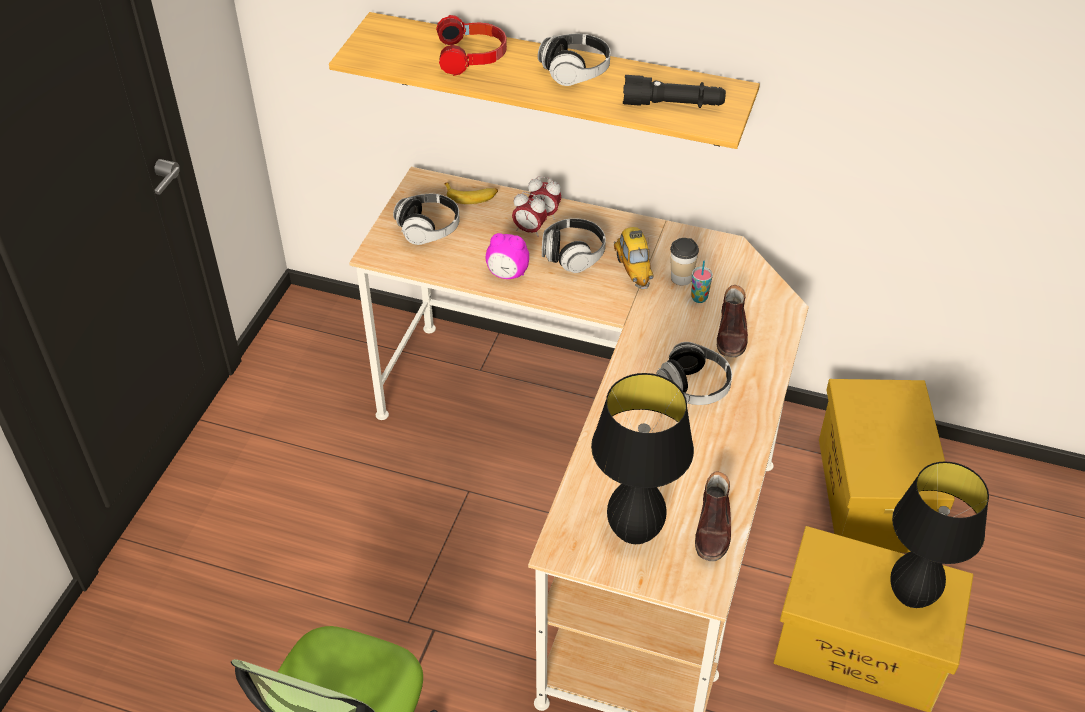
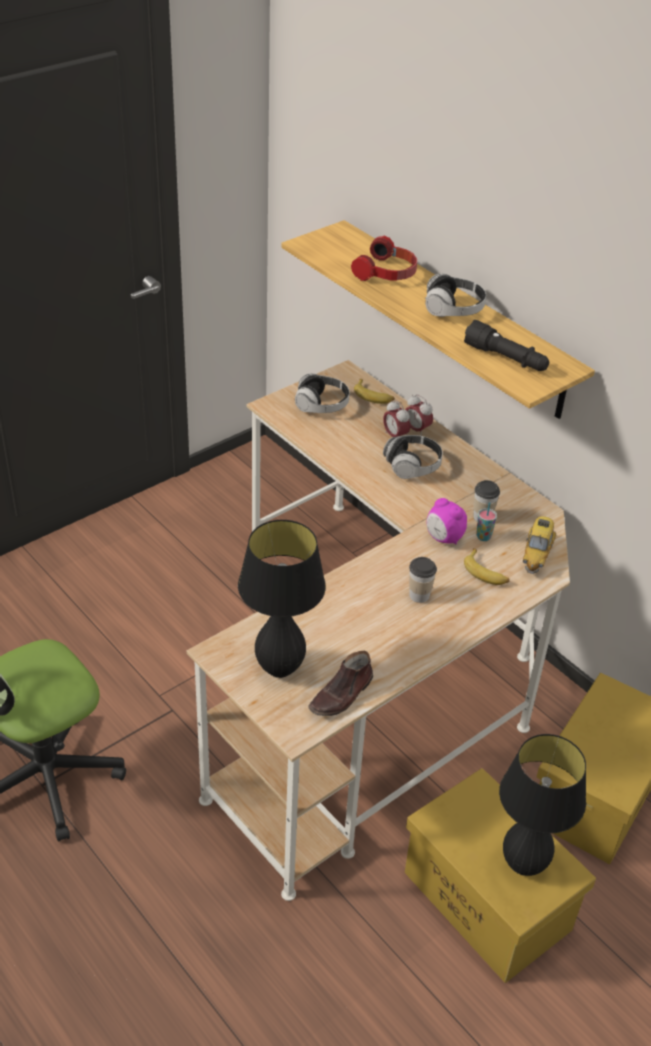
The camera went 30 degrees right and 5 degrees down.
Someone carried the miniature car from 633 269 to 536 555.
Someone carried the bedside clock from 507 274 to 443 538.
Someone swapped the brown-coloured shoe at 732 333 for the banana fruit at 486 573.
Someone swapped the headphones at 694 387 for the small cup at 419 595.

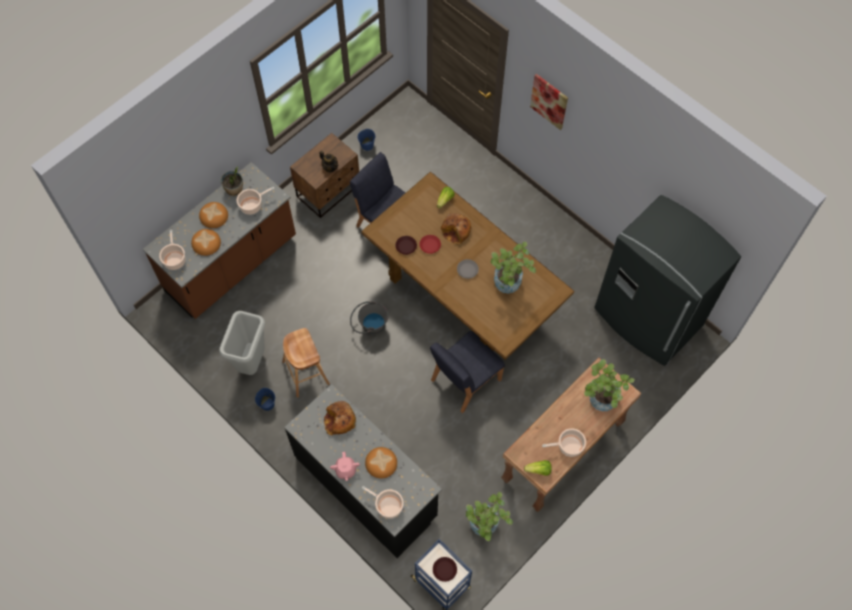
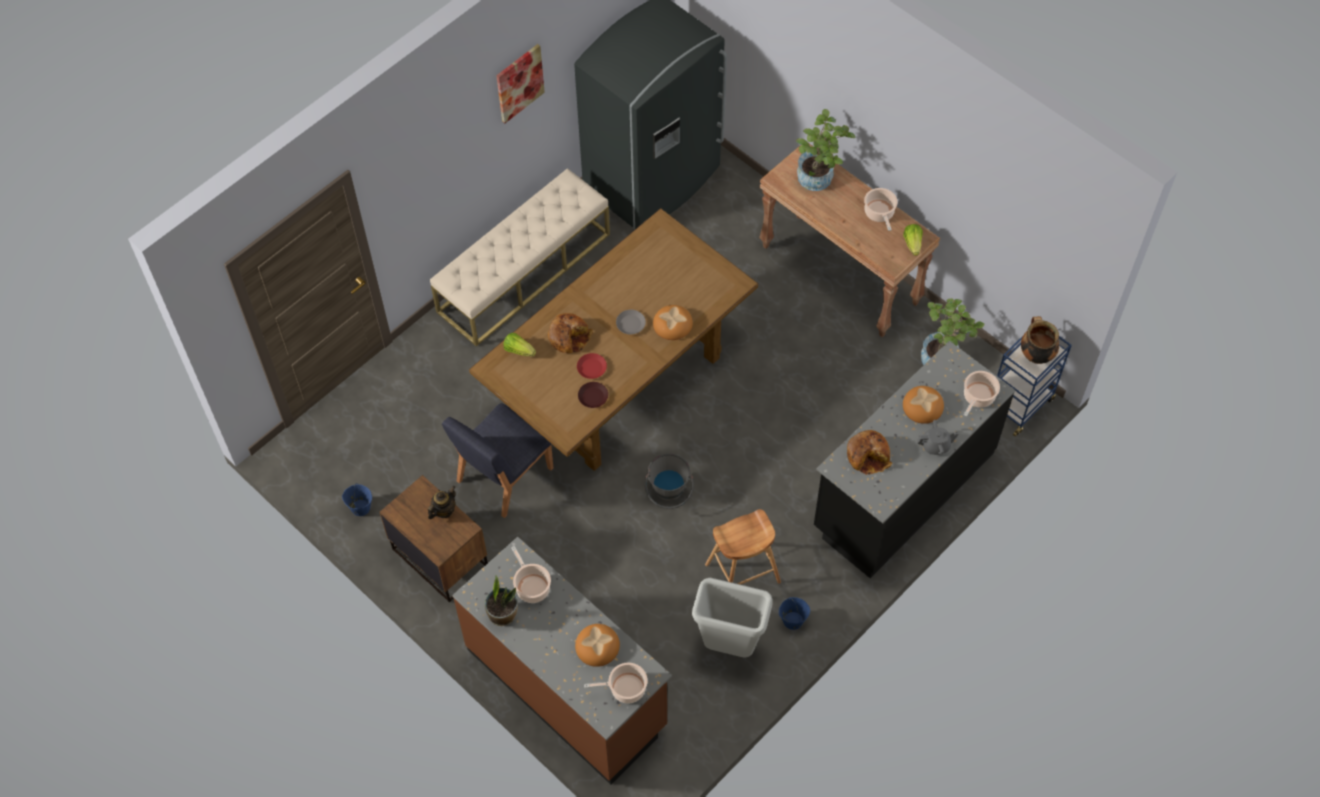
The camera went 90 degrees left and 5 degrees down.
Someone carried the picture from 549 101 to 519 83.
Someone carried the bakery bread from 214 216 to 673 324.
Someone took away the plant in a pot at 508 285.
Someone took away the blue-coloured upright chair at 465 380.
Someone repainted the pink-coloured teapot at 345 470, which became the greyish teapot at 935 446.
Someone swapped the brown-coloured plate at 444 569 for the saucepot at 1035 354.
Someone put down the beige-coloured long seat at 524 272.

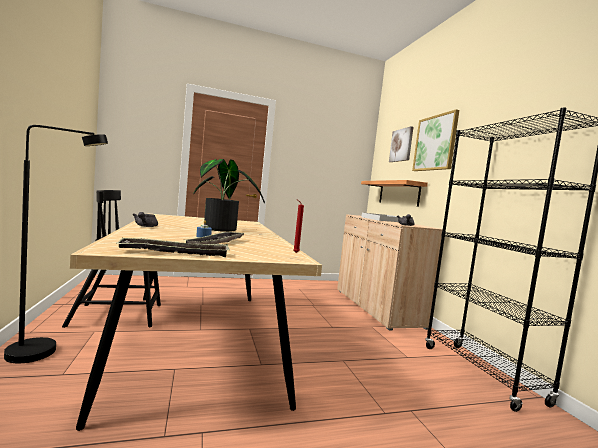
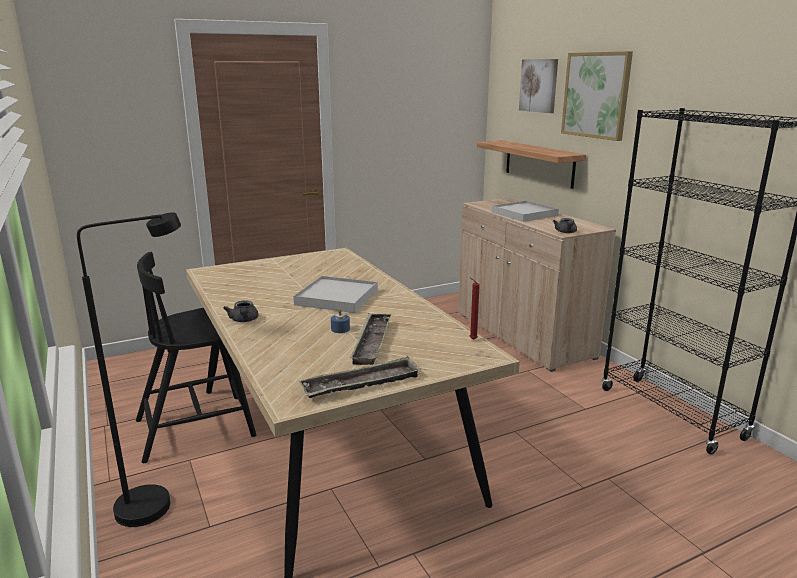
The camera went 10 degrees left and 15 degrees up.
Someone swapped the plant in a pot at 222 230 for the whitish serving tray at 337 297.

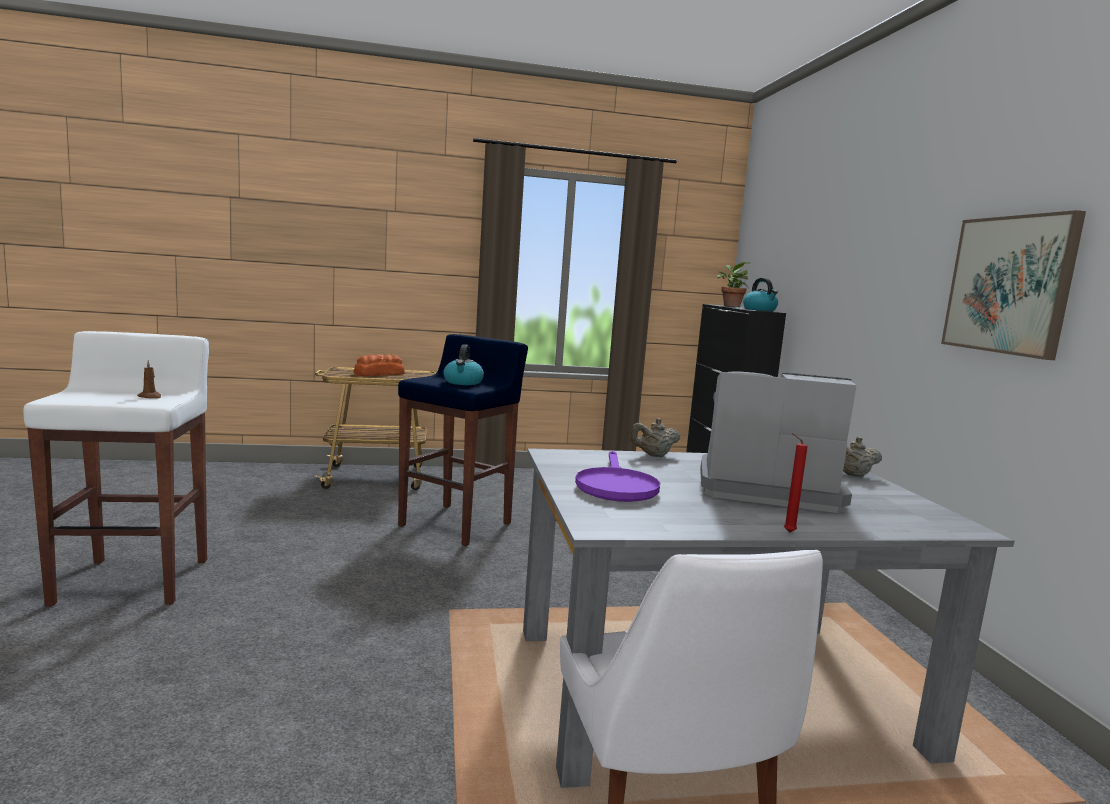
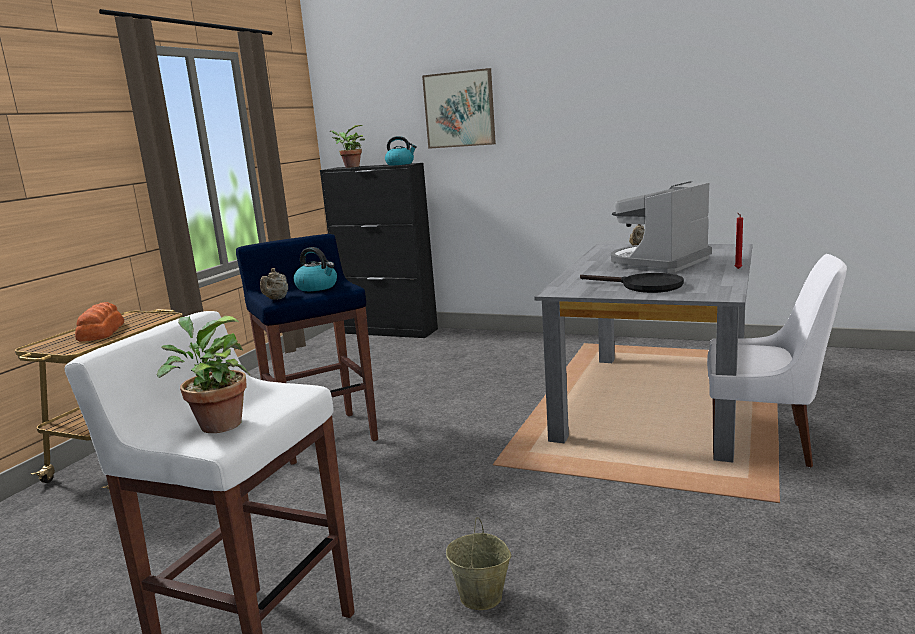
The camera went 55 degrees left and 5 degrees up.
Someone carried the picture from 1009 285 to 459 109.
Someone took away the brown-coloured candle at 150 397.
Someone carried the beige-coloured teapot from 653 455 to 276 299.
Someone repainted the purple skillet at 615 486, which became the blackish skillet at 643 286.
Someone put down the plant in a pot at 217 424.
Someone put down the beige-coloured pail at 482 596.

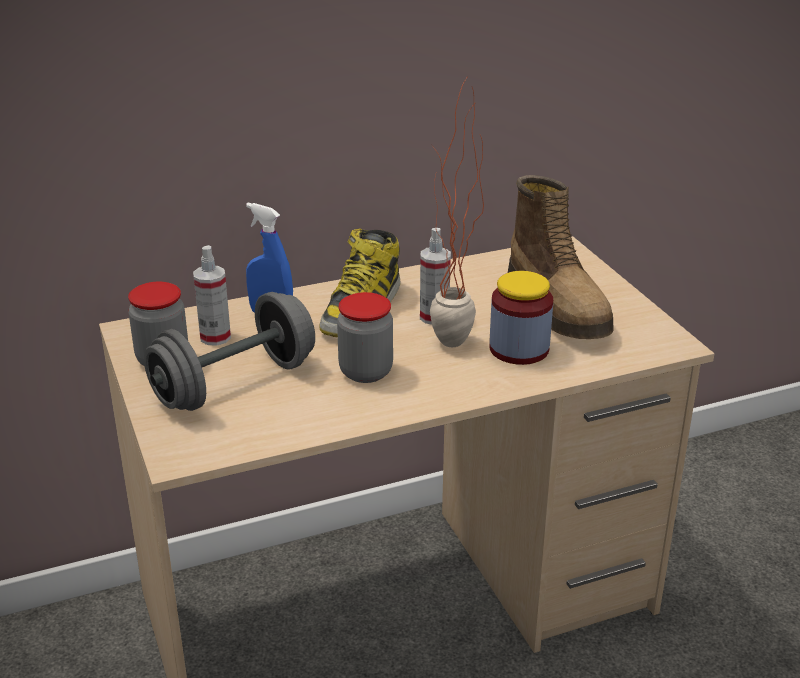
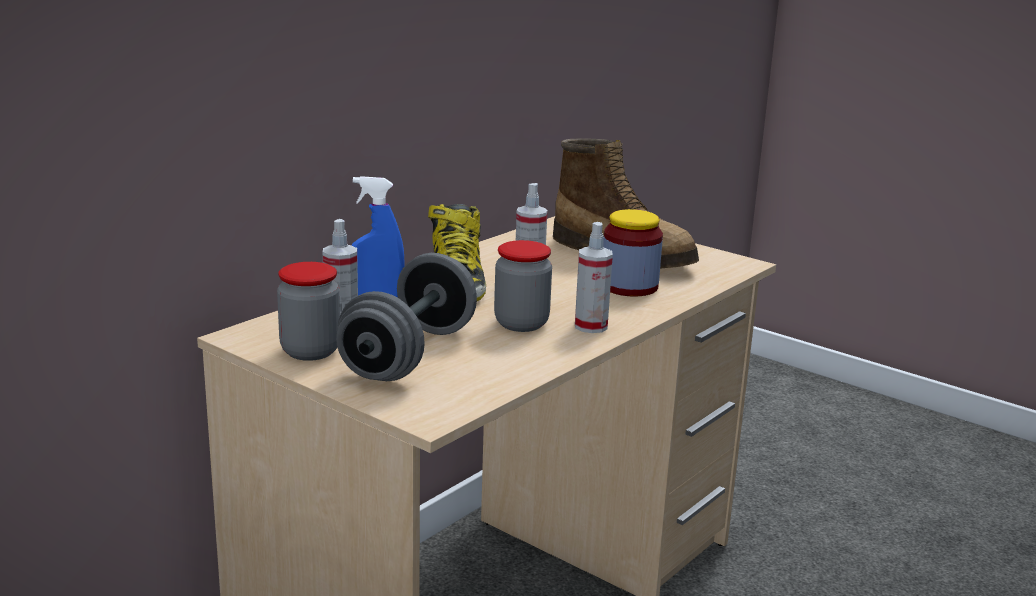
The camera went 30 degrees left and 10 degrees down.
Someone took away the plant in a pot at 451 350.
Someone put down the hand sprayer at 591 326.

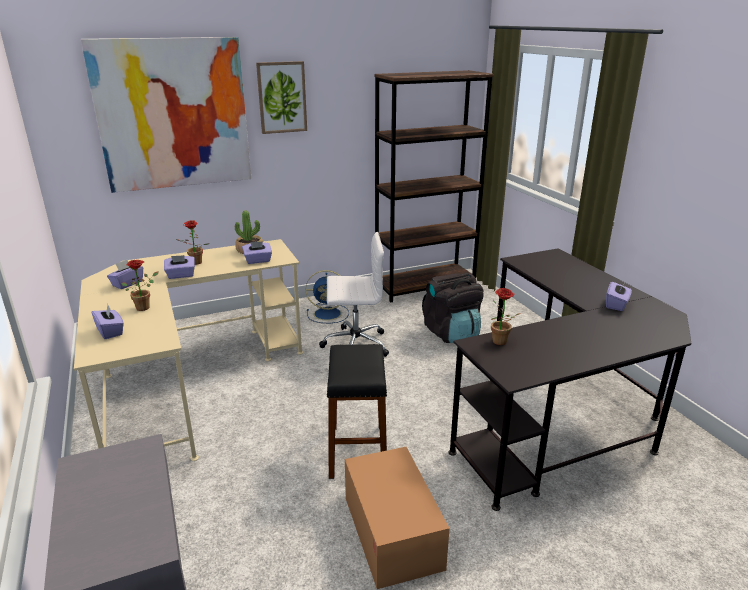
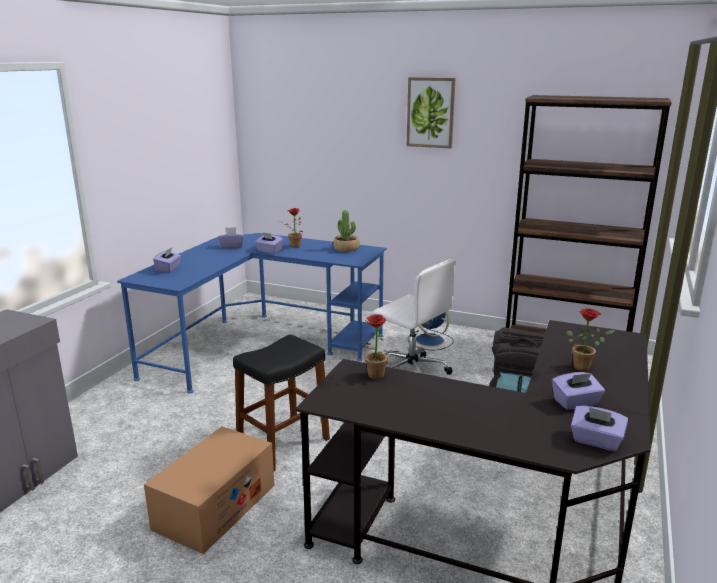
The camera went 45 degrees right and 5 degrees down.
Someone took away the picture at 173 114.
Someone repainted the beige-coloured desk unit at 188 381, which became the blue-coloured desk unit at 260 344.
Someone carried the purple tissue box from 258 261 to 596 441.
Someone carried the plant in a pot from 145 307 to 584 367.

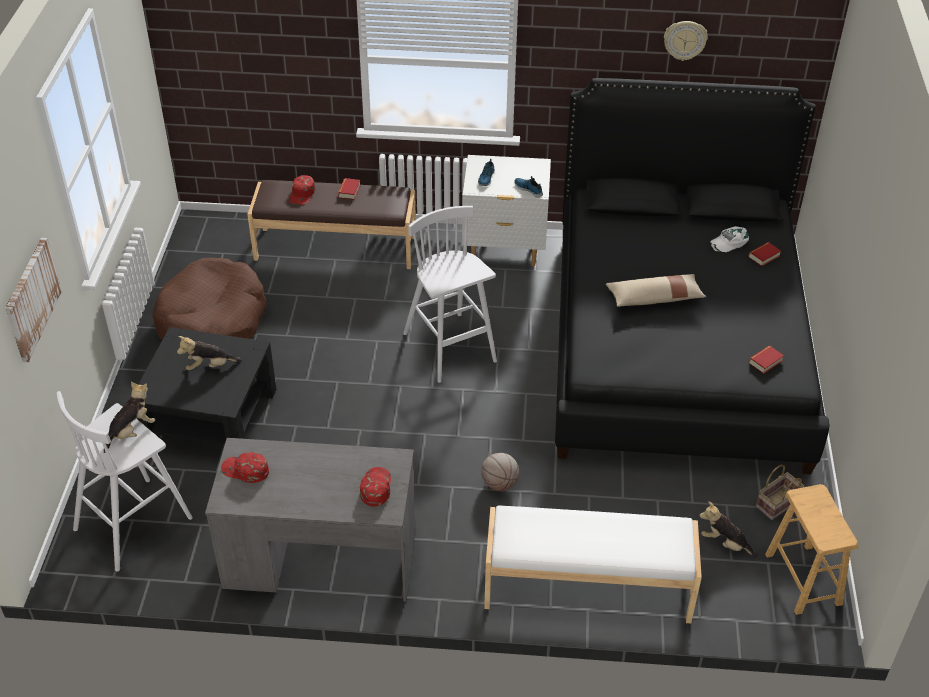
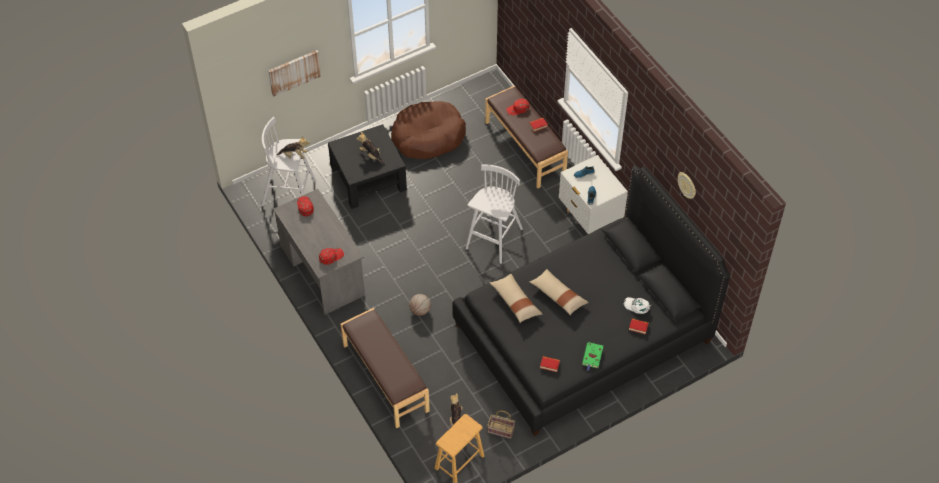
The camera went 55 degrees right and 10 degrees up.
Someone repainted the whitish long seat at 587 588, which became the brown-coloured long seat at 385 378.
Someone put down the beige-coloured throw pillow at 515 302.
Someone put down the green-coloured book at 592 357.

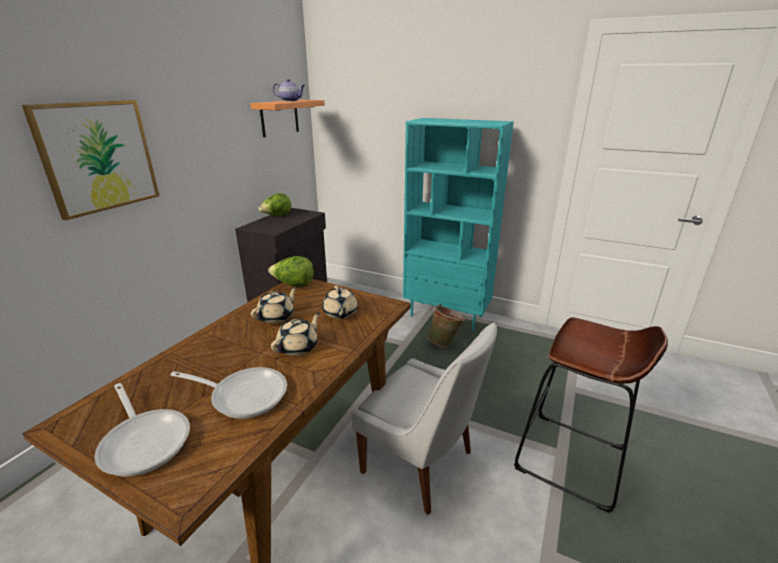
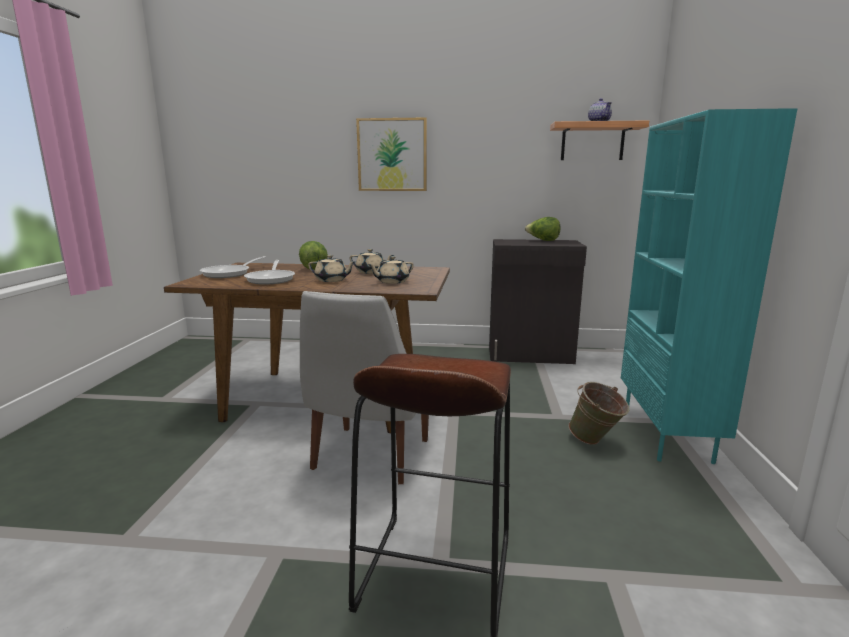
The camera went 70 degrees right and 10 degrees down.
Someone carried the lettuce head from 293 285 to 314 269.

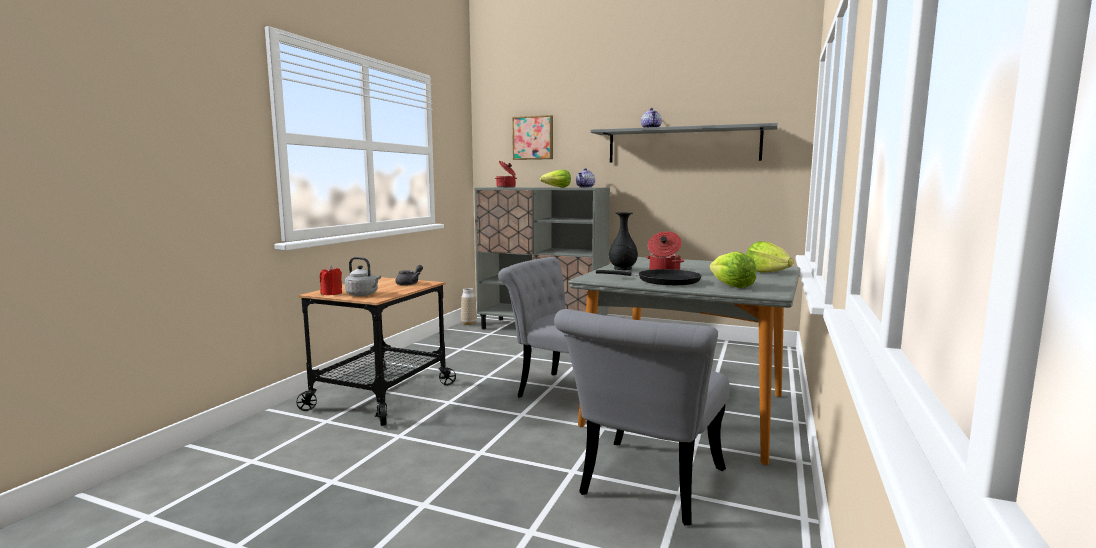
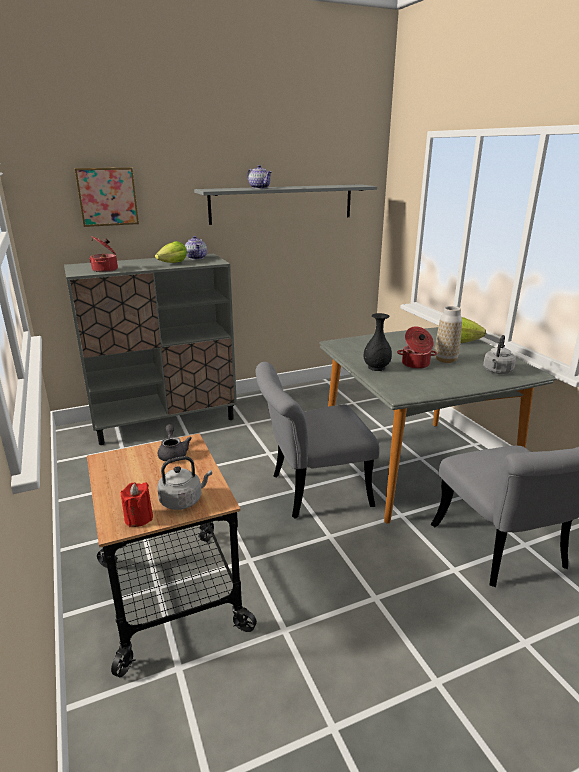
The camera went 45 degrees left and 15 degrees up.
Someone swapped the lettuce head at 731 286 for the greyish water kettle at 497 371.
Someone took away the blackish skillet at 663 281.
Someone carried the vase from 469 323 to 445 360.

